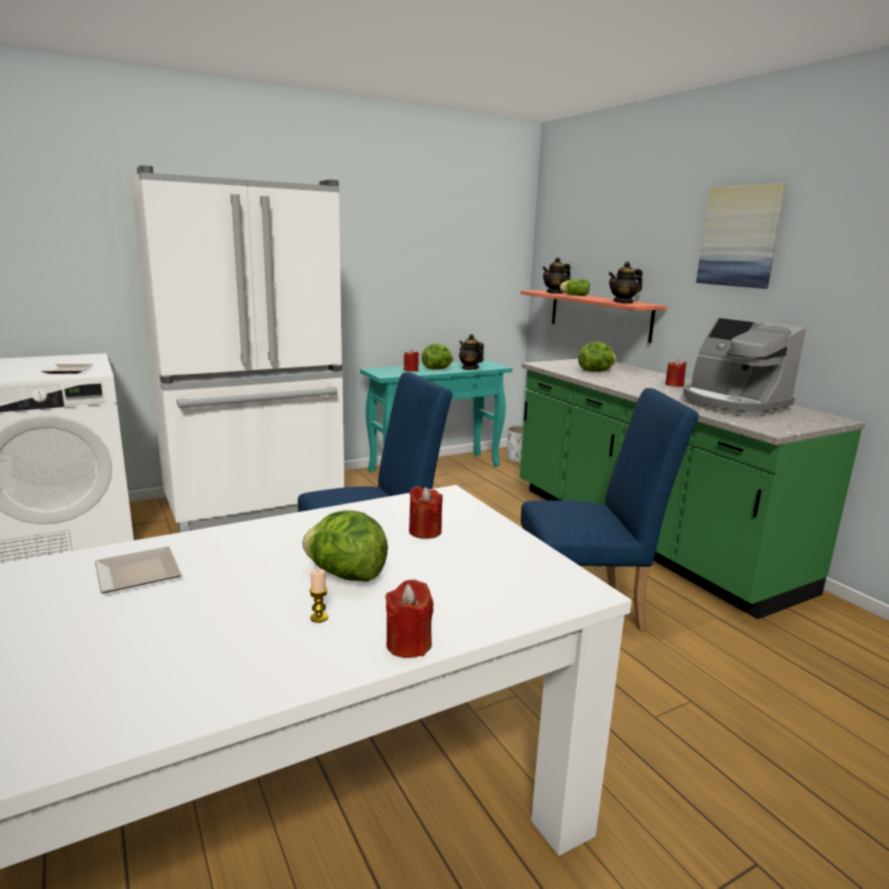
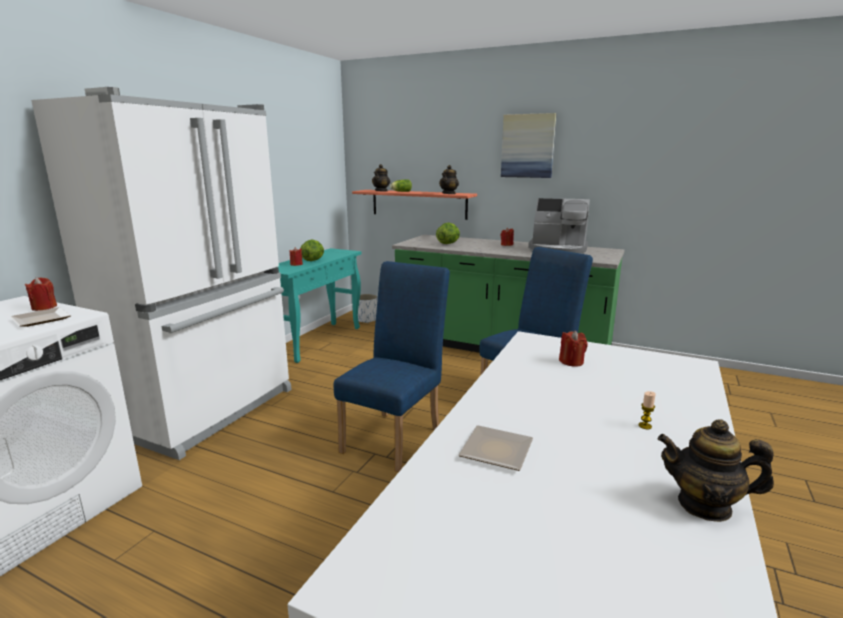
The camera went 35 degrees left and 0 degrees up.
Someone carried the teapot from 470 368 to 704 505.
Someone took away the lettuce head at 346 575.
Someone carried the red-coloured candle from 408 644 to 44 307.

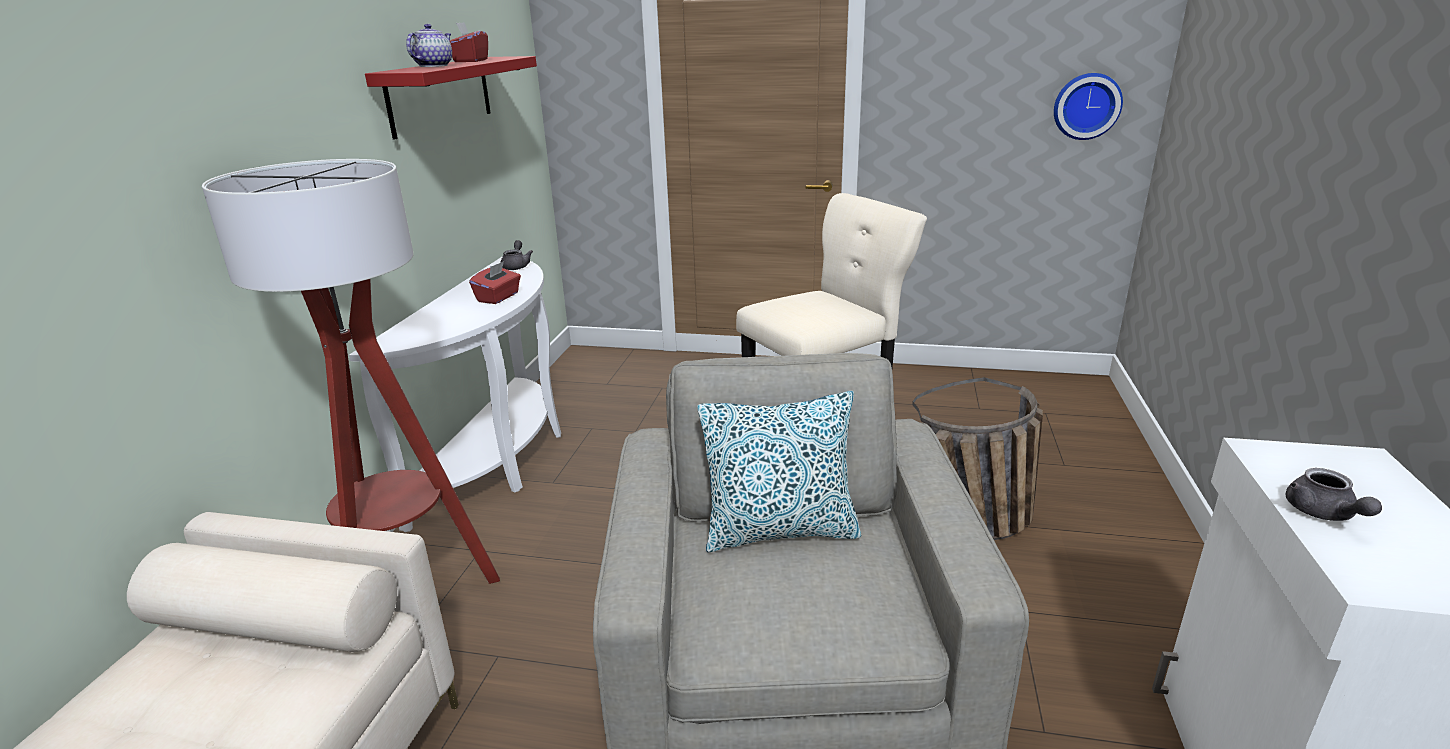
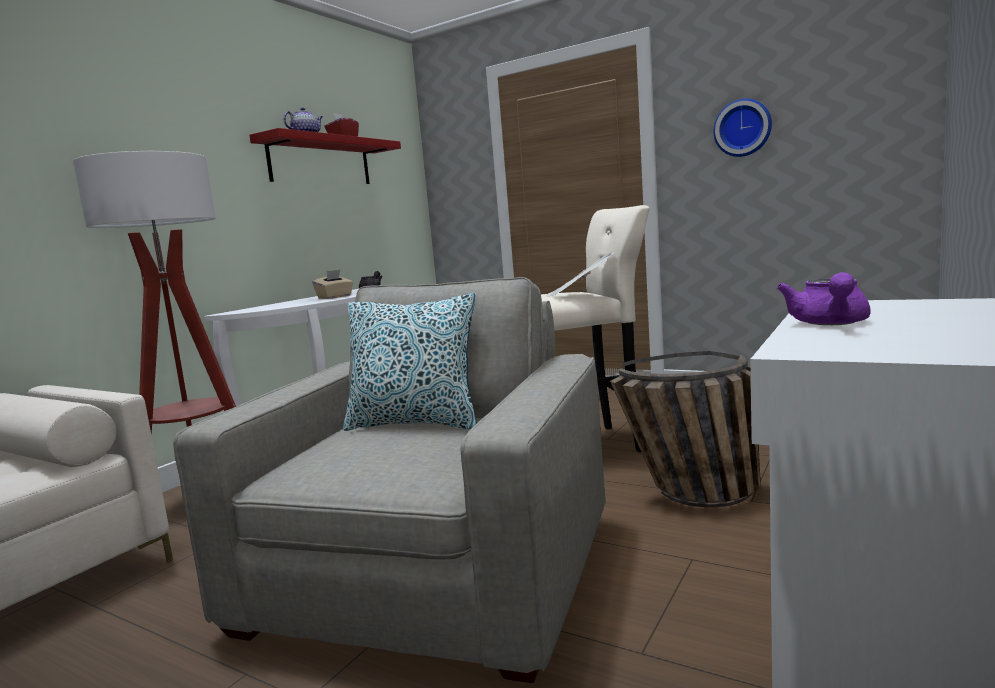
The camera went 20 degrees right and 15 degrees down.
Someone carried the clock on the wall from 1086 106 to 743 128.
Someone repainted the red-coloured tissue box at 498 297, which became the beige-coloured tissue box at 335 297.
Someone repainted the greyish teapot at 1323 514, which became the purple teapot at 829 324.
Someone put down the newspaper at 579 295.

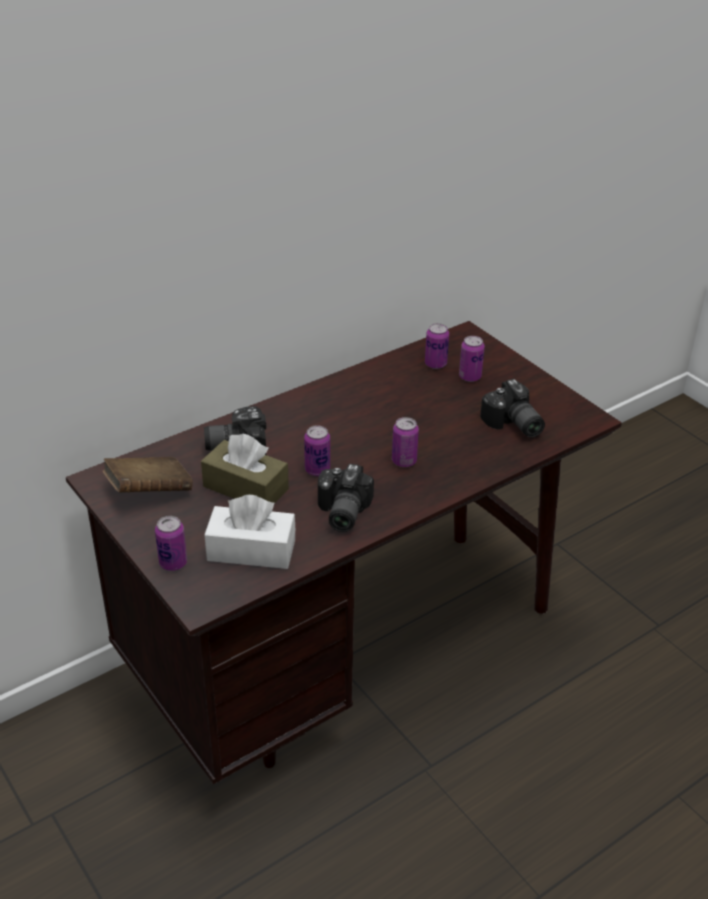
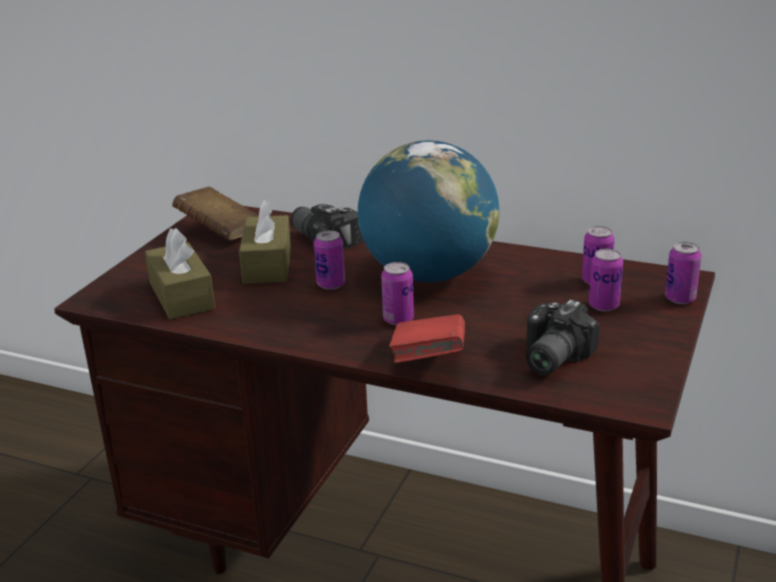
The camera went 60 degrees right and 10 degrees down.
Someone took away the photo camera at 340 512.
Someone repainted the whitish tissue box at 251 550, which became the brown-coloured tissue box at 181 296.
Someone carried the can from 173 563 to 680 298.
Someone put down the globe at 429 275.
Someone put down the red-coloured book at 428 360.

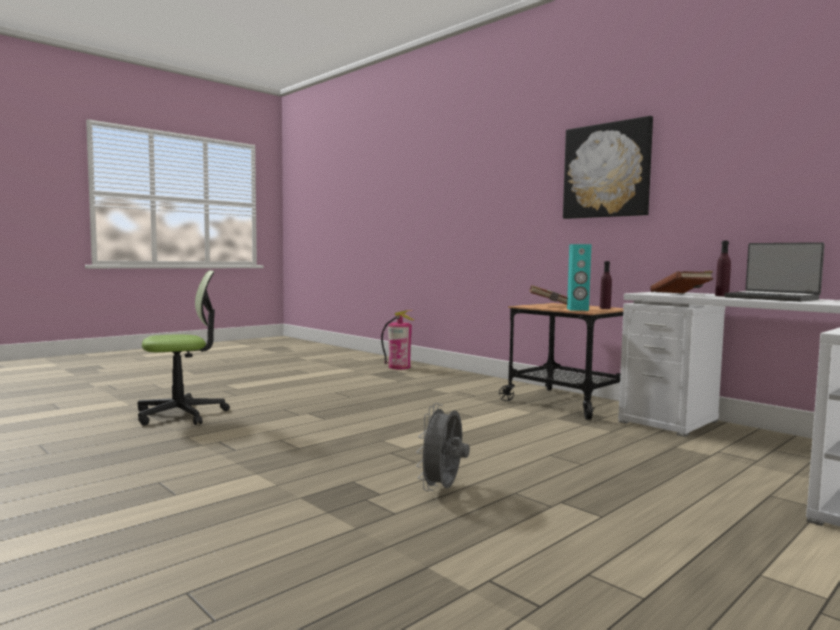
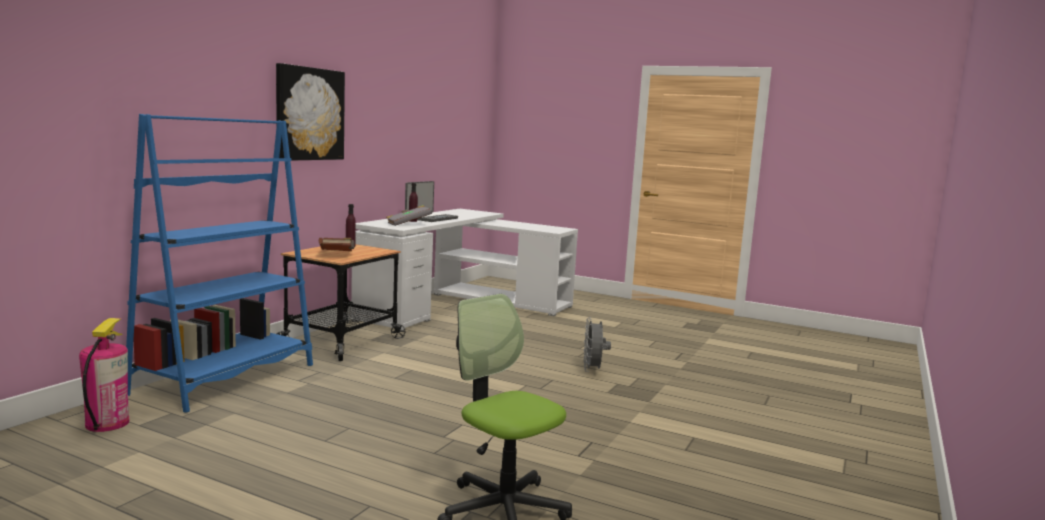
The camera went 110 degrees left and 5 degrees up.
Someone took away the turquoise-coloured loudspeaker at 577 309.
Someone repainted the brown-coloured book at 681 294, which became the greyish book at 408 224.
Someone rotated the greyish cooling fan at 443 489 by 90 degrees clockwise.
Someone put down the blue-coloured shelving unit at 225 379.

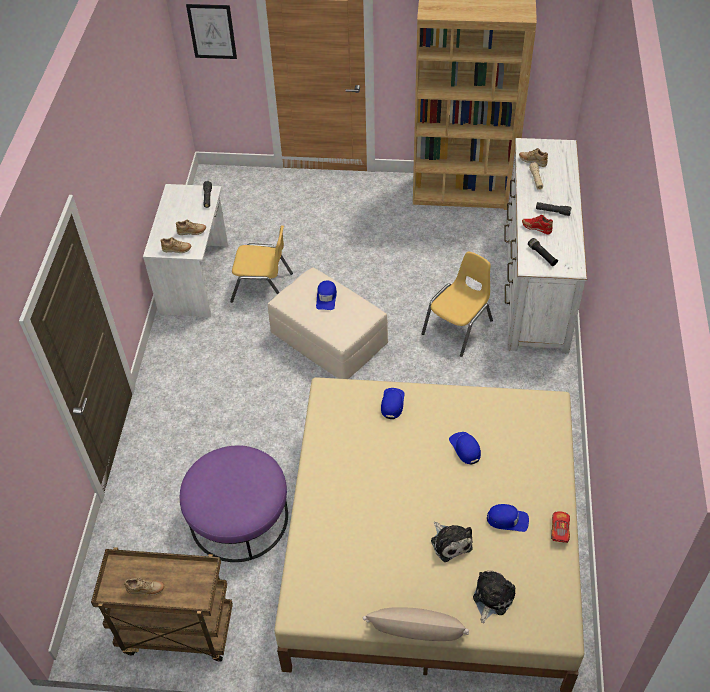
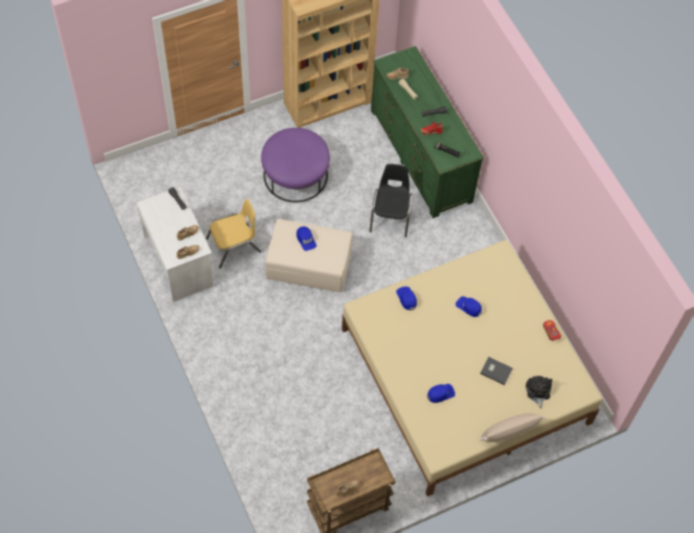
The camera went 35 degrees left and 10 degrees up.
Someone took away the picture at 212 31.
Someone repainted the whitish drawer chest at 535 281, which became the green-coloured drawer chest at 420 155.
Someone repainted the yellow upright chair at 458 327, which became the blackish upright chair at 391 215.
Someone carried the purple ottoman from 238 517 to 295 175.
Someone carried the blue-coloured baseball cap from 507 519 to 440 393.
Someone swapped the plush toy at 450 542 for the greyish book at 496 370.

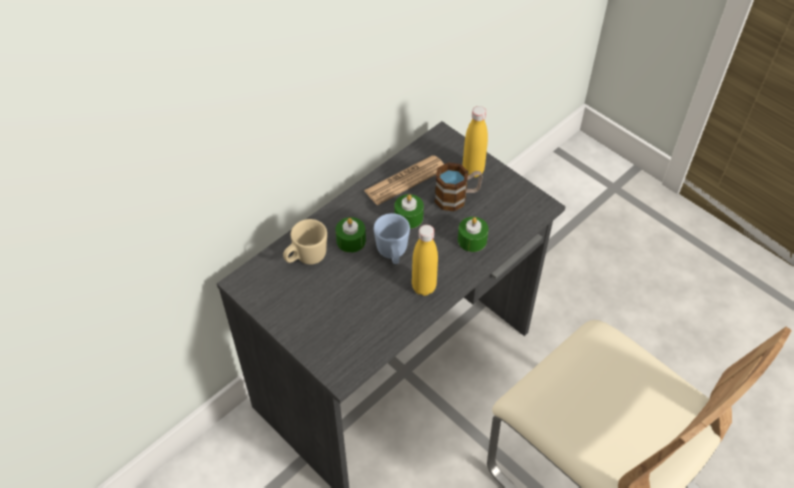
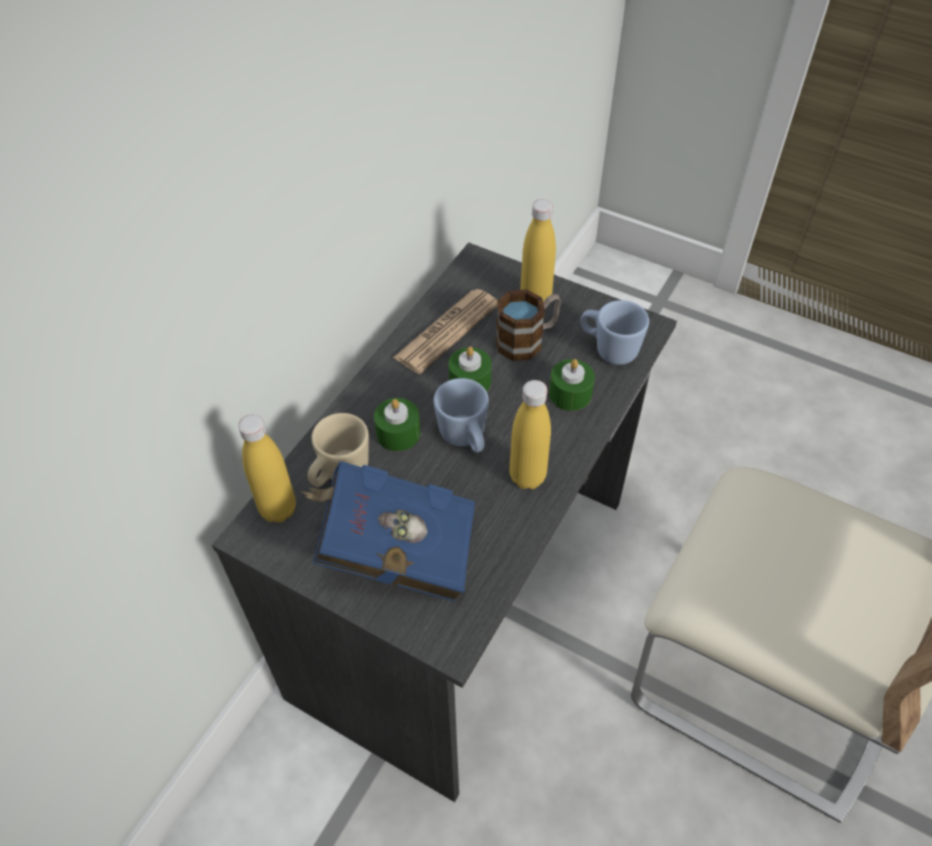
The camera went 15 degrees left and 0 degrees up.
Someone put down the blue-coloured coffee mug at 609 349.
Someone put down the yellow drink bottle at 278 509.
Someone put down the blue-coloured book at 393 549.

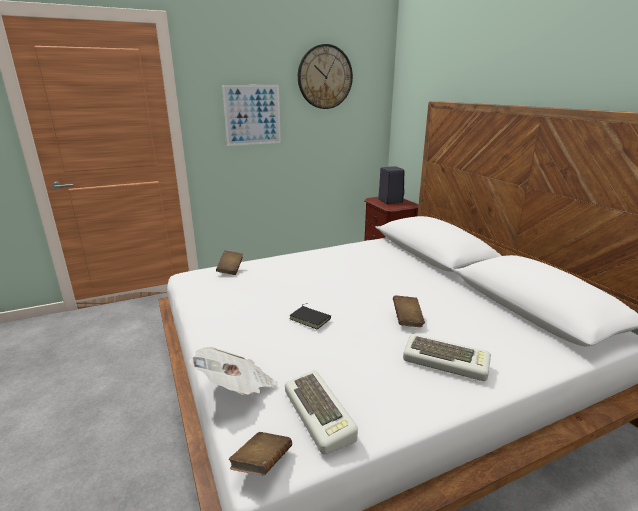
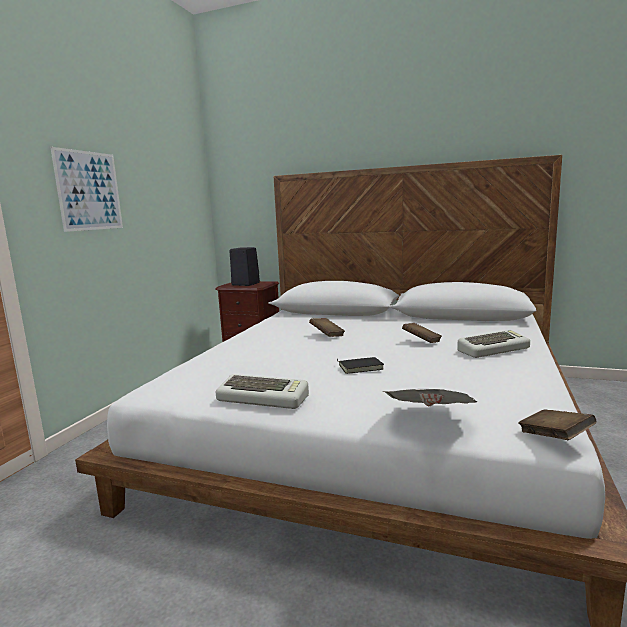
The camera went 45 degrees left and 10 degrees down.
Someone took away the clock on the wall at 325 77.
Someone carried the brown-coloured book from 230 269 to 327 335.
Someone carried the keyboard from 321 415 to 264 398.

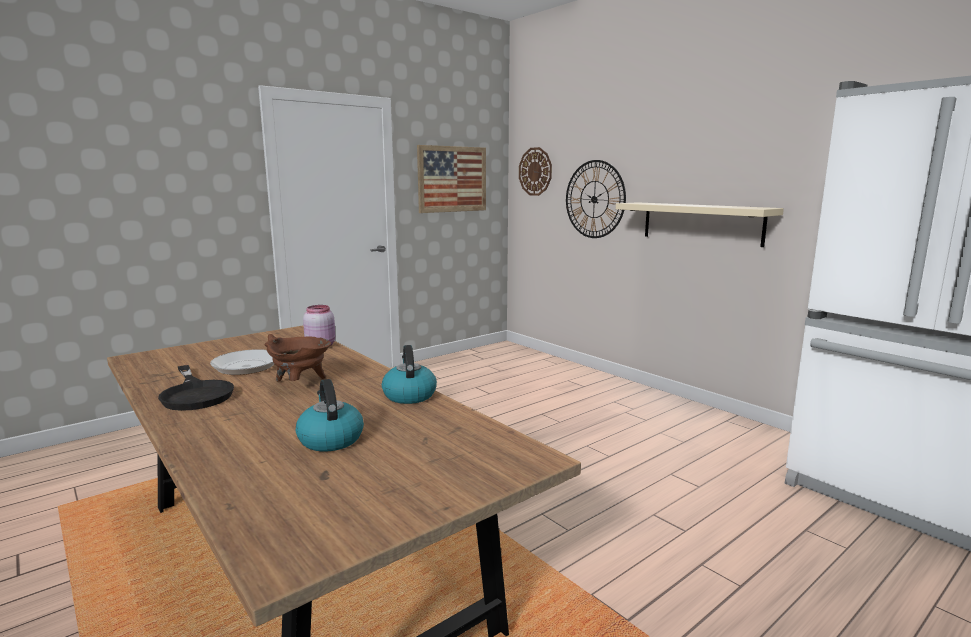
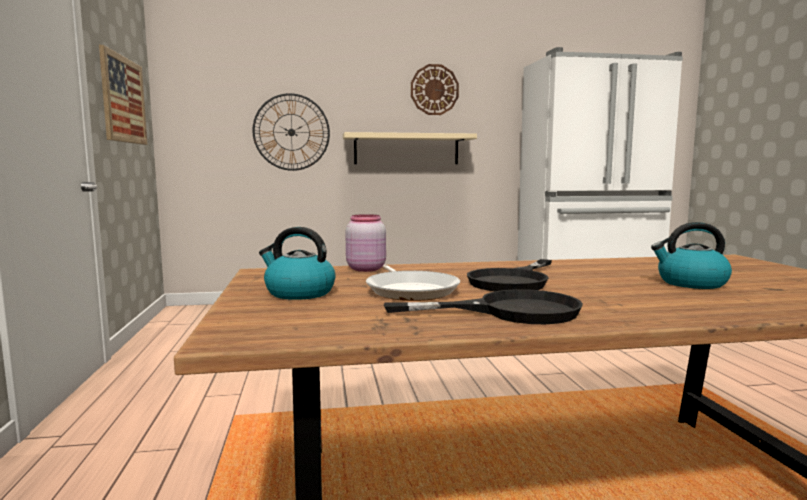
The camera went 60 degrees left and 5 degrees down.
Someone carried the clock on the wall from 535 171 to 434 90.
Someone swapped the brown-coloured saucepot at 300 383 for the blackish skillet at 513 281.
Someone carried the water kettle from 409 395 to 298 293.

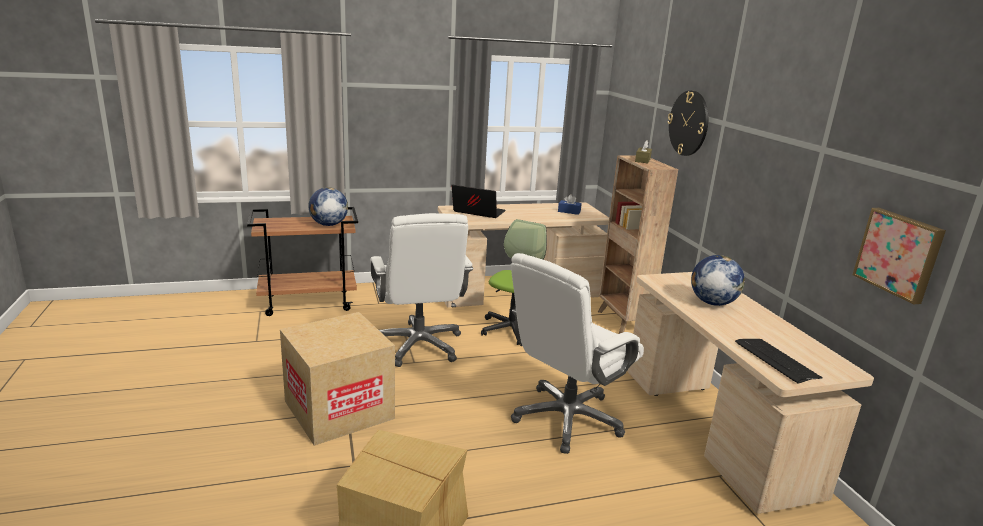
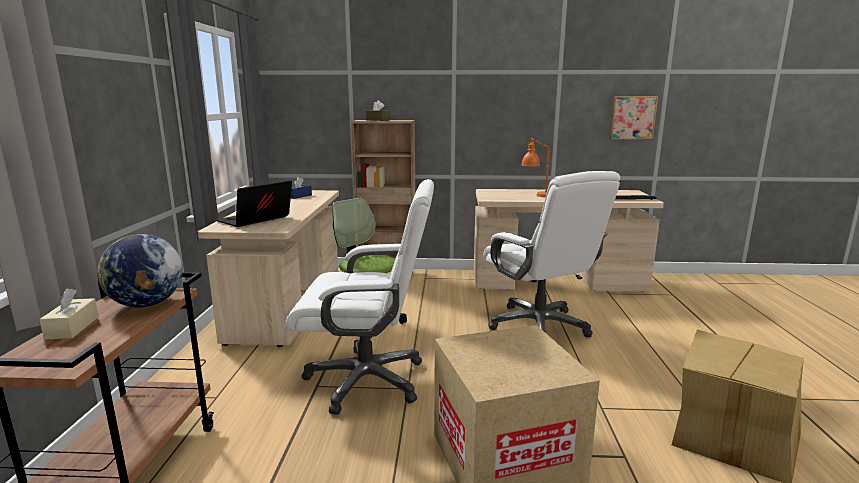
The camera went 70 degrees left and 5 degrees down.
Someone took away the clock on the wall at 688 123.
Someone swapped the globe at 712 303 for the orange-coloured table lamp at 537 195.
Someone put down the beige-coloured tissue box at 72 327.

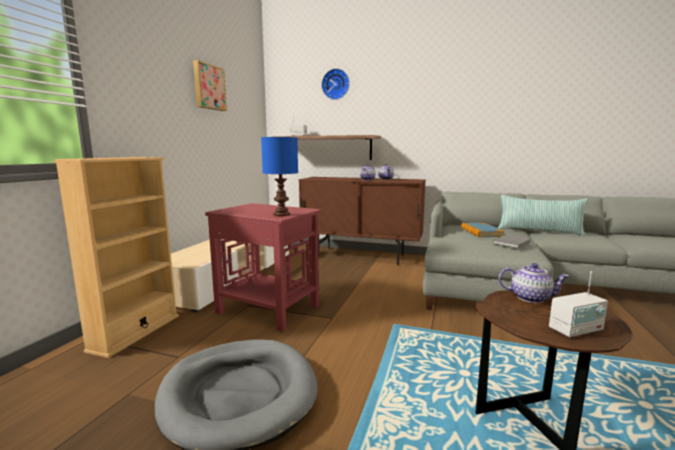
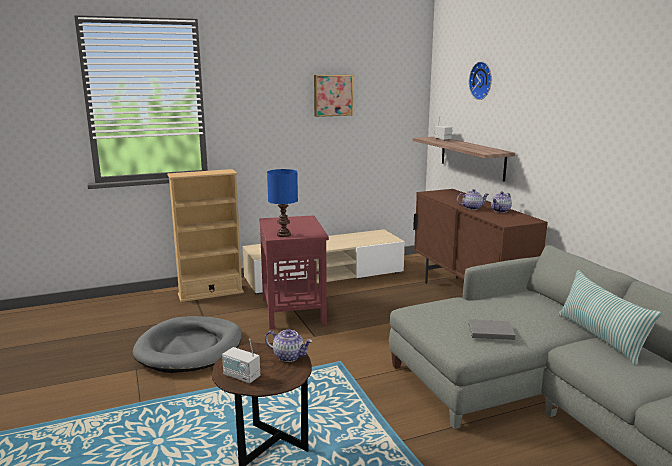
The camera went 50 degrees right and 5 degrees up.
Someone took away the book at 481 232.
Someone rotated the teapot at 530 298 by 45 degrees counterclockwise.

